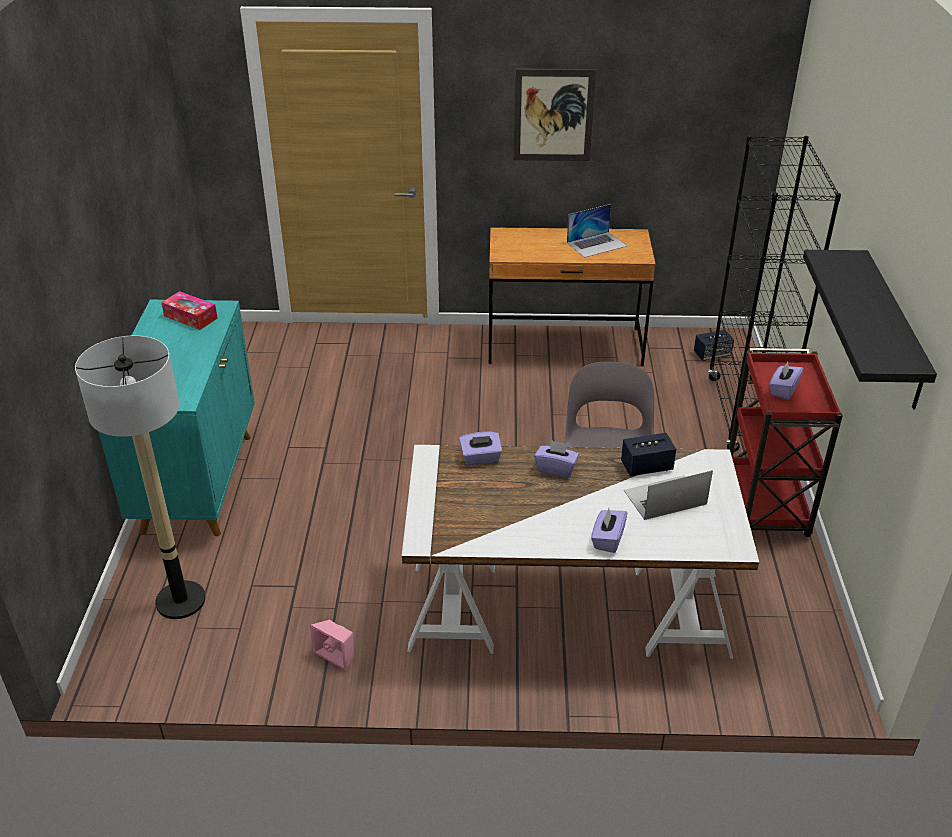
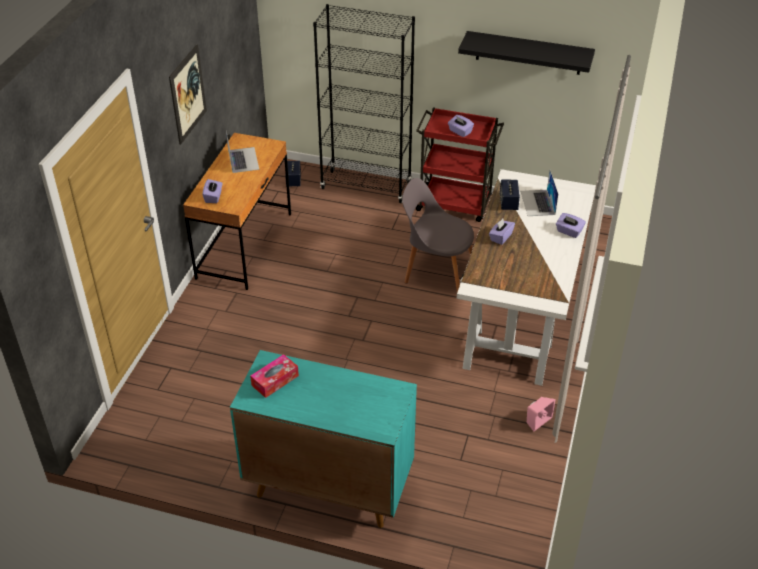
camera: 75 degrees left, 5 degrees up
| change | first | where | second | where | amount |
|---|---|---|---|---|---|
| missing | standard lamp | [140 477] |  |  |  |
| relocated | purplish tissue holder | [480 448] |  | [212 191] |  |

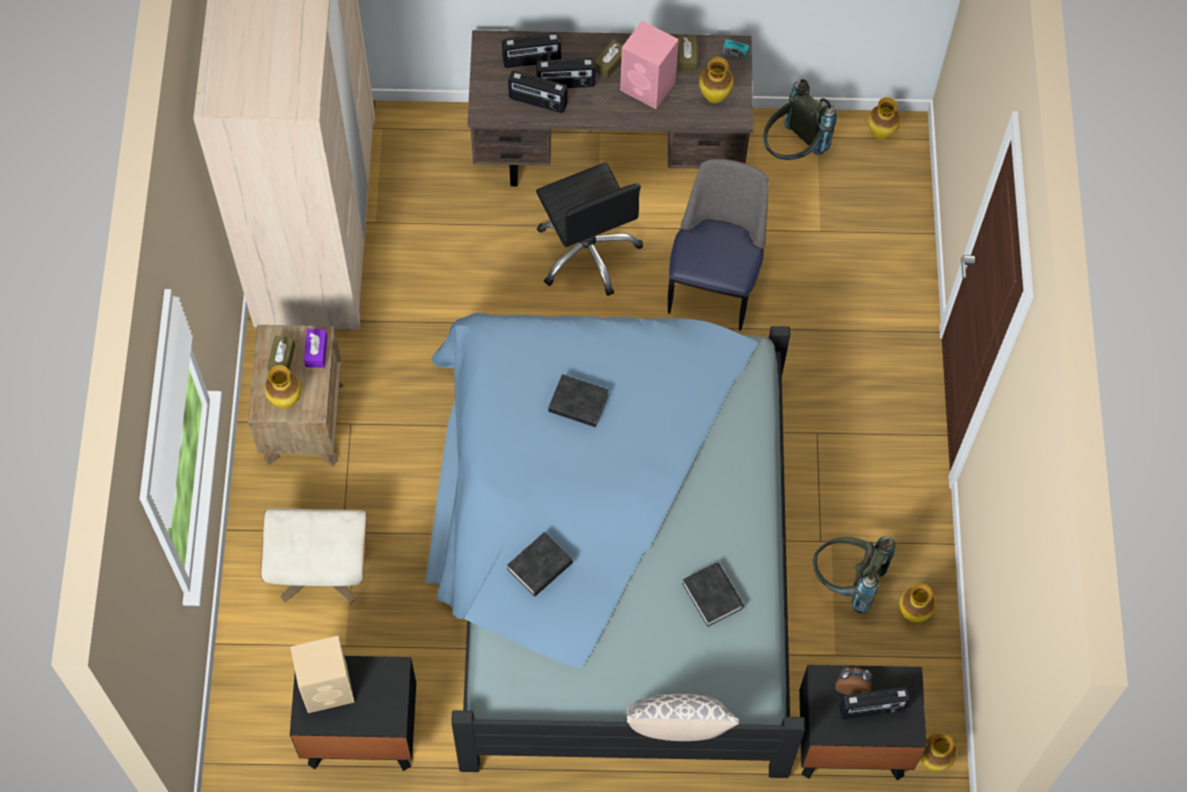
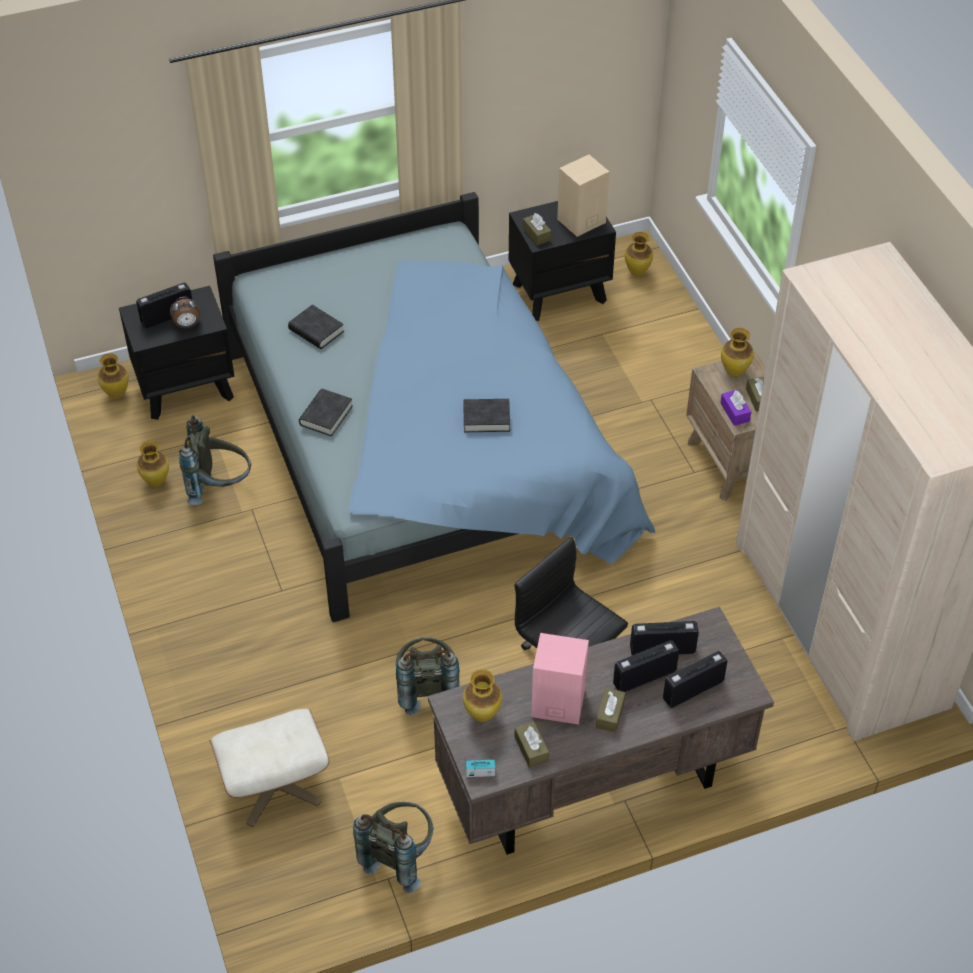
camera: 160 degrees right, 15 degrees down
| change | first | where | second | where | amount |
|---|---|---|---|---|---|
| relocated | vase | [884 118] |  | [639 254] |  |
| exchanged | plain chair | [718 245] | greyish rucksack | [428 676] |  |
| relocated | sand-coloured pouffe | [313 556] |  | [269 768] |  |
| relocated | black-coloured bound book | [540 564] |  | [326 412] |  |
| missing | pillow | [682 717] |  |  |  |
| appeared |  |  | brownish tissue holder | [537 229] |  |

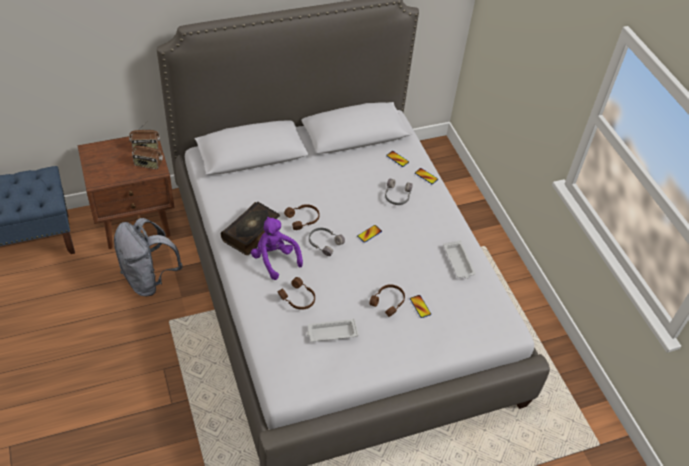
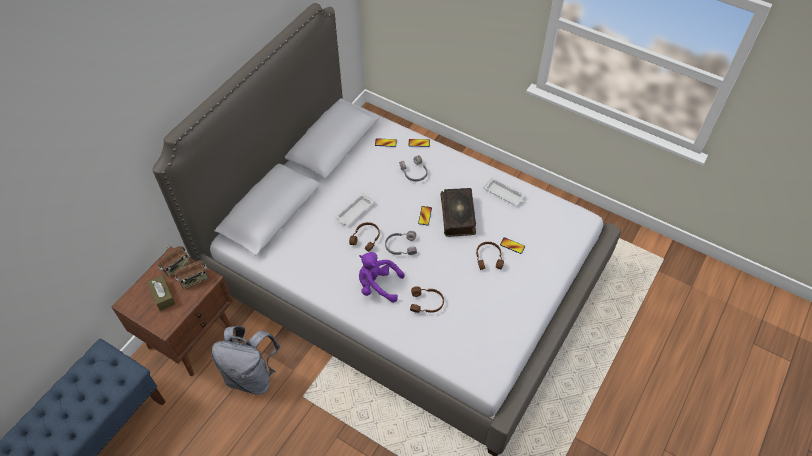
camera: 35 degrees left, 5 degrees up
| change | first | where | second | where | amount |
|---|---|---|---|---|---|
| relocated | bound book | [250 228] |  | [458 212] |  |
| relocated | white tray | [332 330] |  | [355 209] |  |
| appeared |  |  | brownish tissue holder | [161 293] |  |

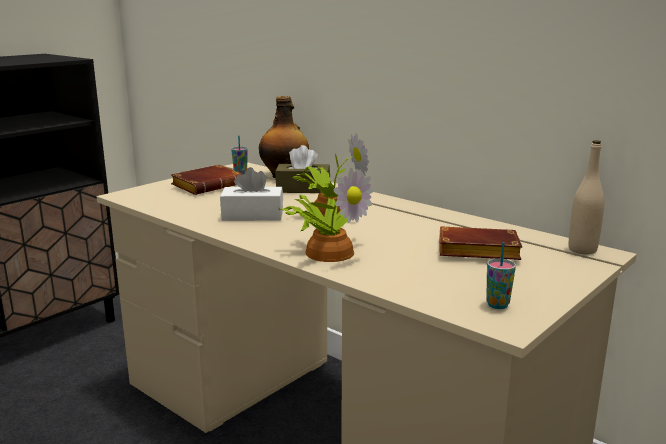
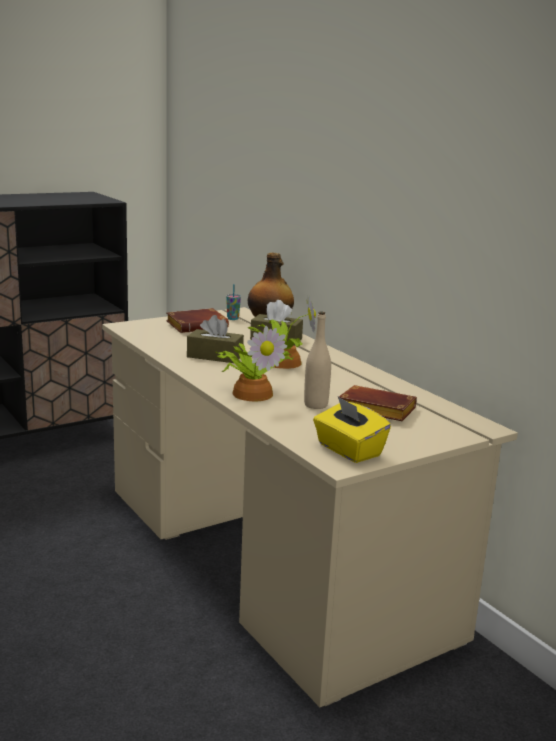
camera: 15 degrees right, 0 degrees up
| change | first | where | second | where | amount |
|---|---|---|---|---|---|
| relocated | sand-coloured beverage bottle | [586 197] |  | [317 360] |  |
| colour | white tissue holder | [251 194] | brownish tissue holder | [215 339] |  |
| exchanged | drinking cup | [501 275] | yellowish tissue holder | [352 429] |  |

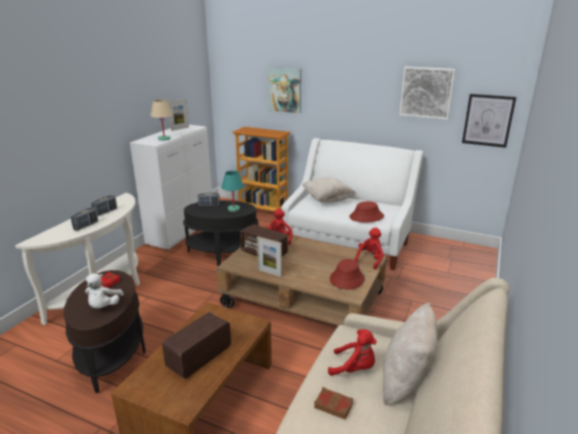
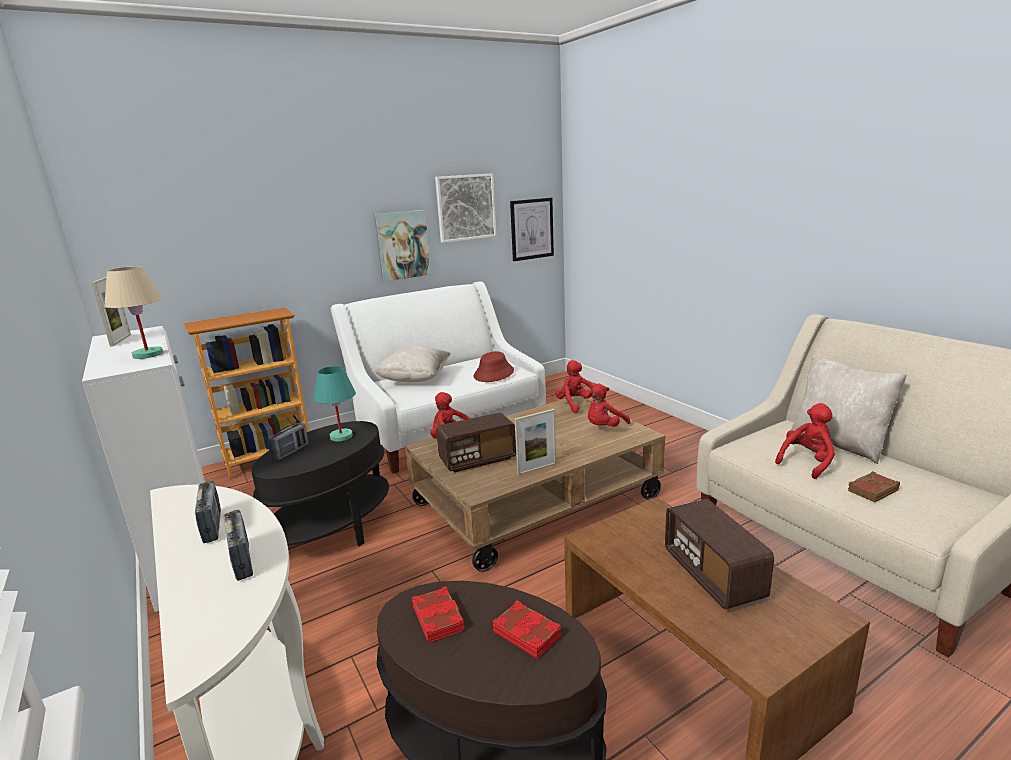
camera: 55 degrees left, 5 degrees down
| change | first | where | second | where | amount |
|---|---|---|---|---|---|
| relocated | wall picture | [284 90] |  | [402 246] |  |
| exchanged | red-coloured clothing hat | [347 274] | red-coloured plush toy | [609 405] |  |
| exchanged | white plush toy | [104 290] | red-coloured bound book | [527 629] |  |

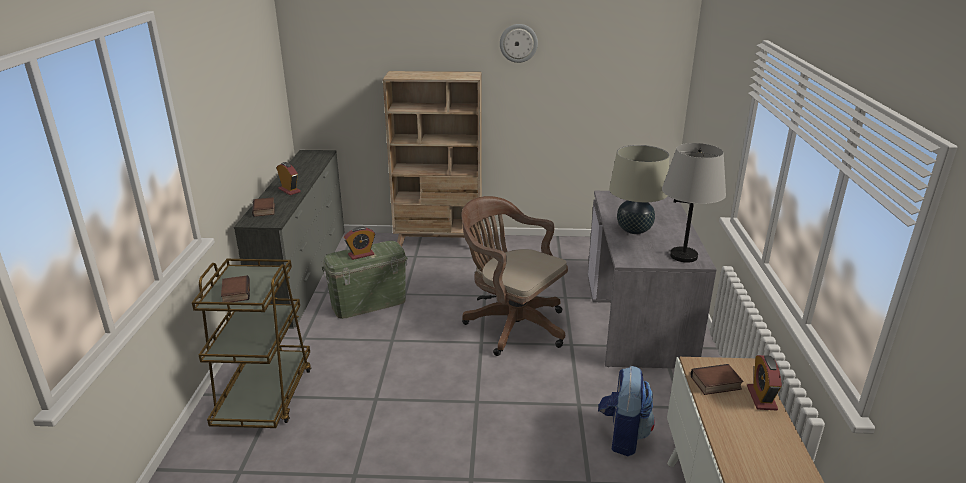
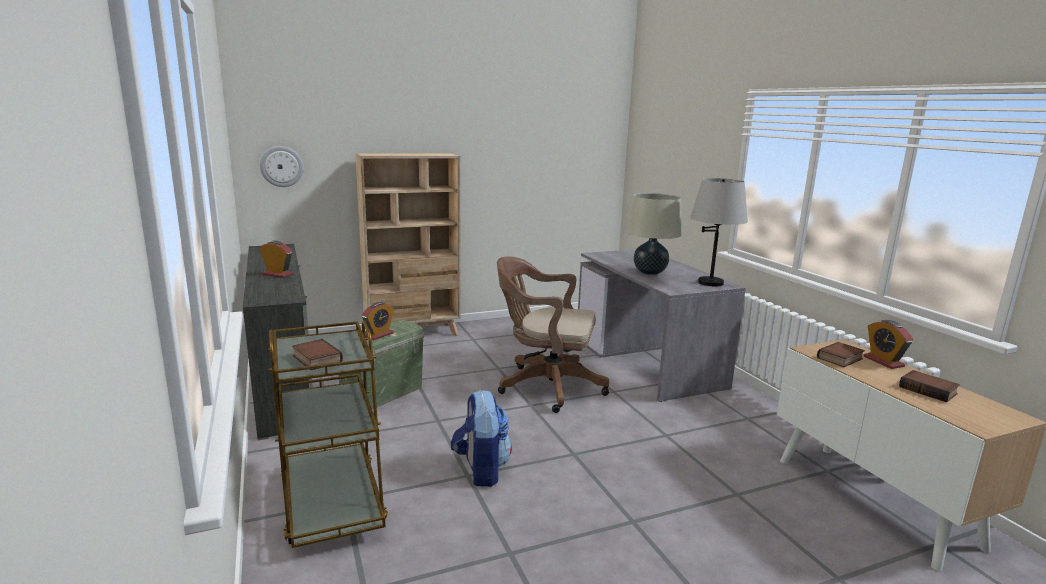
camera: 25 degrees left, 10 degrees down
| change | first | where | second | where | amount |
|---|---|---|---|---|---|
| relocated | wall clock | [519 43] |  | [282 166] |  |
| relocated | bound book | [263 207] |  | [929 386] |  |
| relocated | rucksack | [626 411] |  | [481 438] |  |

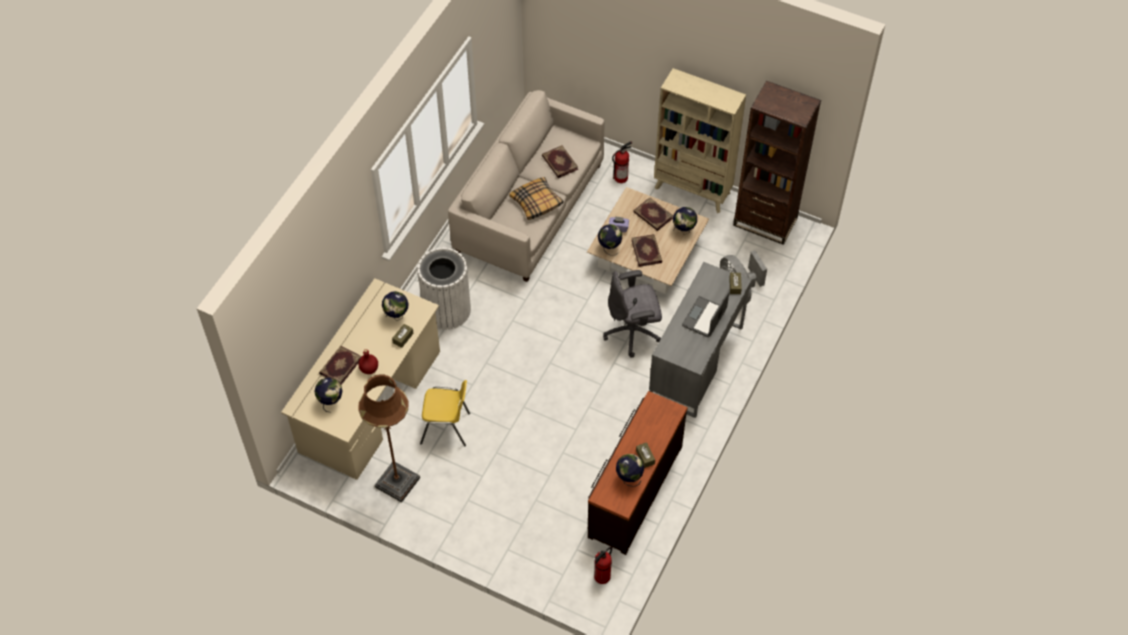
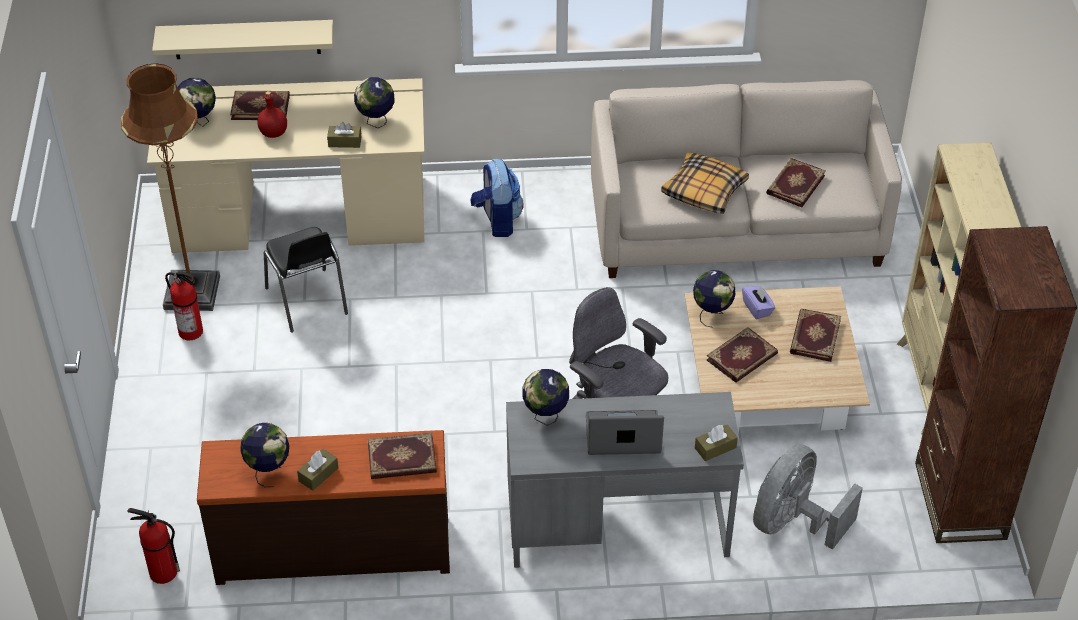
camera: 60 degrees right, 10 degrees down
| change | first | where | second | where | amount |
|---|---|---|---|---|---|
| relocated | fire-fighting cylinder | [622 162] |  | [184 305] |  |
| relocated | globe | [685 221] |  | [545 397] |  |
| exchanged | white rubbish bin | [444 288] | rucksack | [497 198] |  |
| colour | yellowish plain chair | [445 413] | black-coloured plain chair | [306 280] |  |
| appeared |  |  | sand-coloured wall shelf | [242 39] |  |
| appeared |  |  | bound book | [402 456] |  |

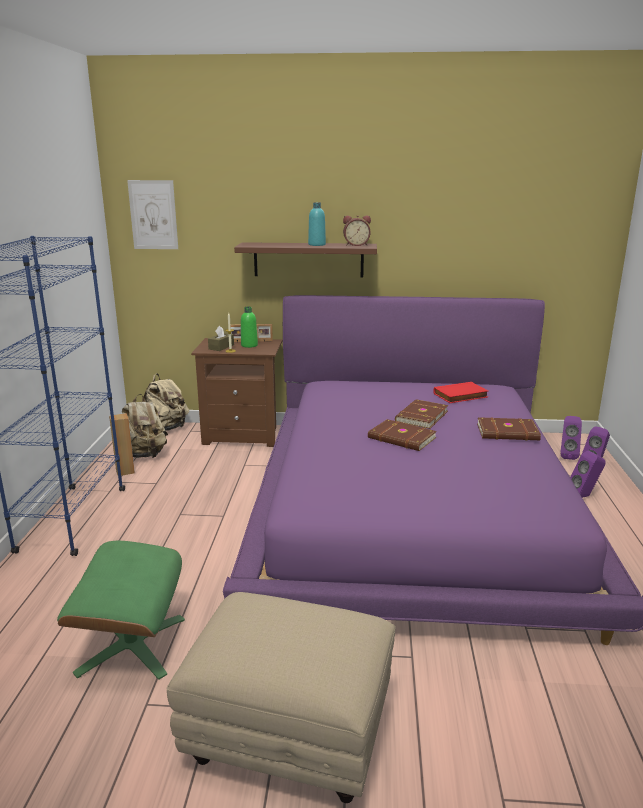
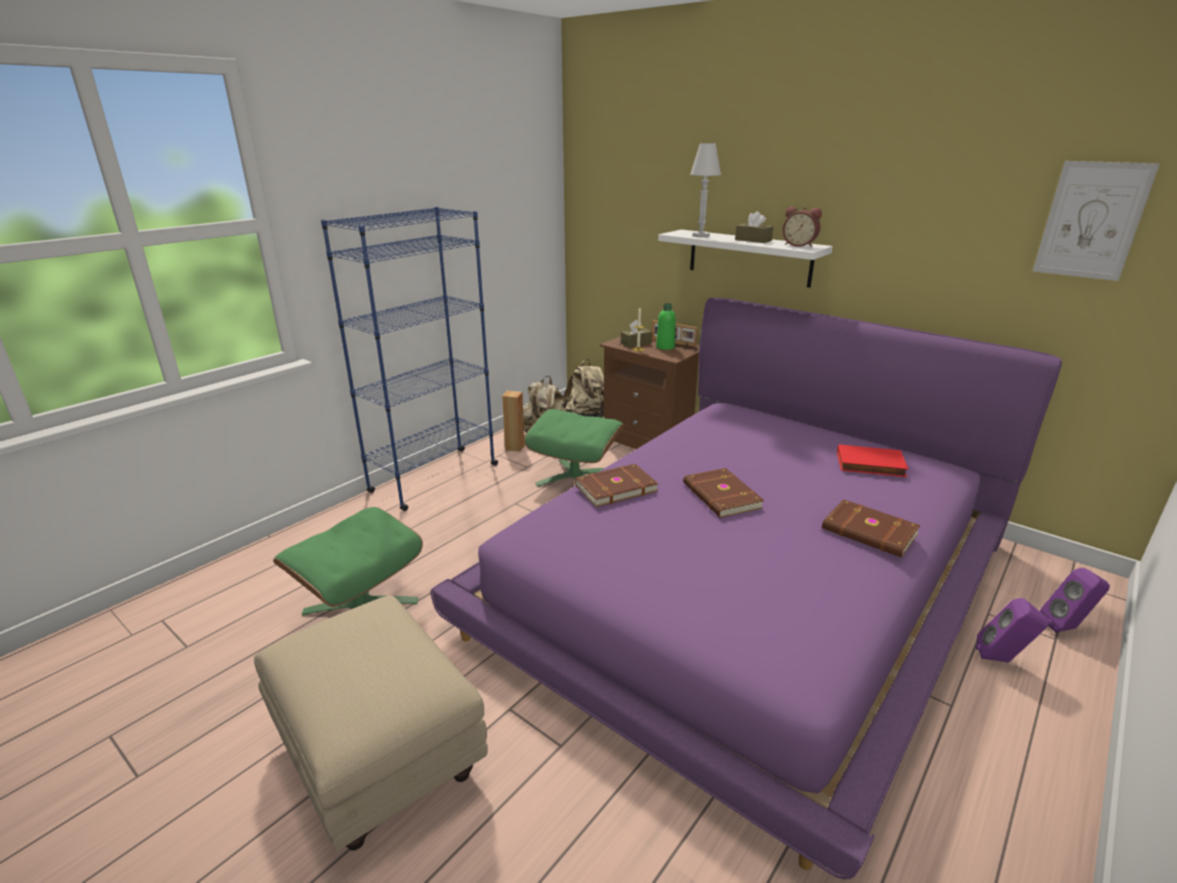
camera: 35 degrees right, 5 degrees up
| change | first | where | second | where | amount |
|---|---|---|---|---|---|
| relocated | wall picture | [152 214] |  | [1096 221] |  |
| exchanged | turquoise beverage bottle | [317 224] | brownish tissue holder | [754 227] |  |
| colour | brownish wall shelf | [305 260] | white wall shelf | [745 258] |  |
| relocated | brownish bound book | [421 414] |  | [617 485] |  |
| missing | purplish loudspeaker | [571 438] |  |  |  |
| appeared |  |  | white lamp for a table | [705 190] |  |
| appeared |  |  | greenish pouffe | [574 448] |  |

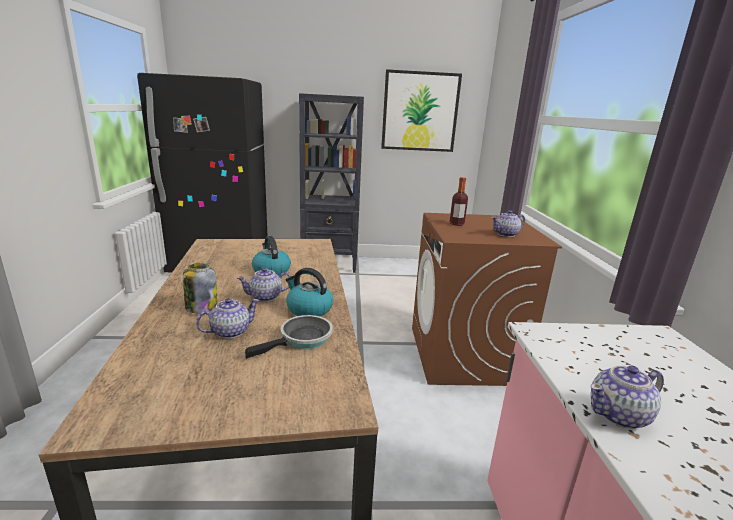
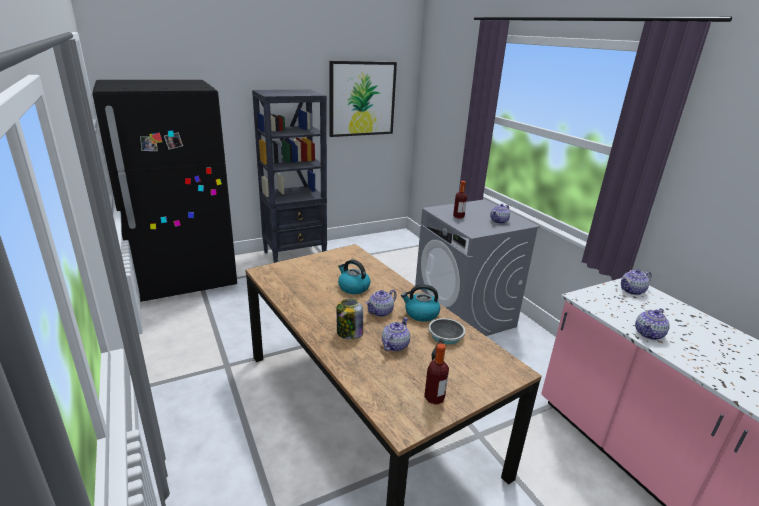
camera: 25 degrees left, 5 degrees up
| change | first | where | second | where | amount |
|---|---|---|---|---|---|
| colour | brownish laundry machine | [487 299] | greyish laundry machine | [477 267] |  |
| appeared |  |  | teapot | [636 282] |  |
| appeared |  |  | beverage bottle | [436 374] |  |

